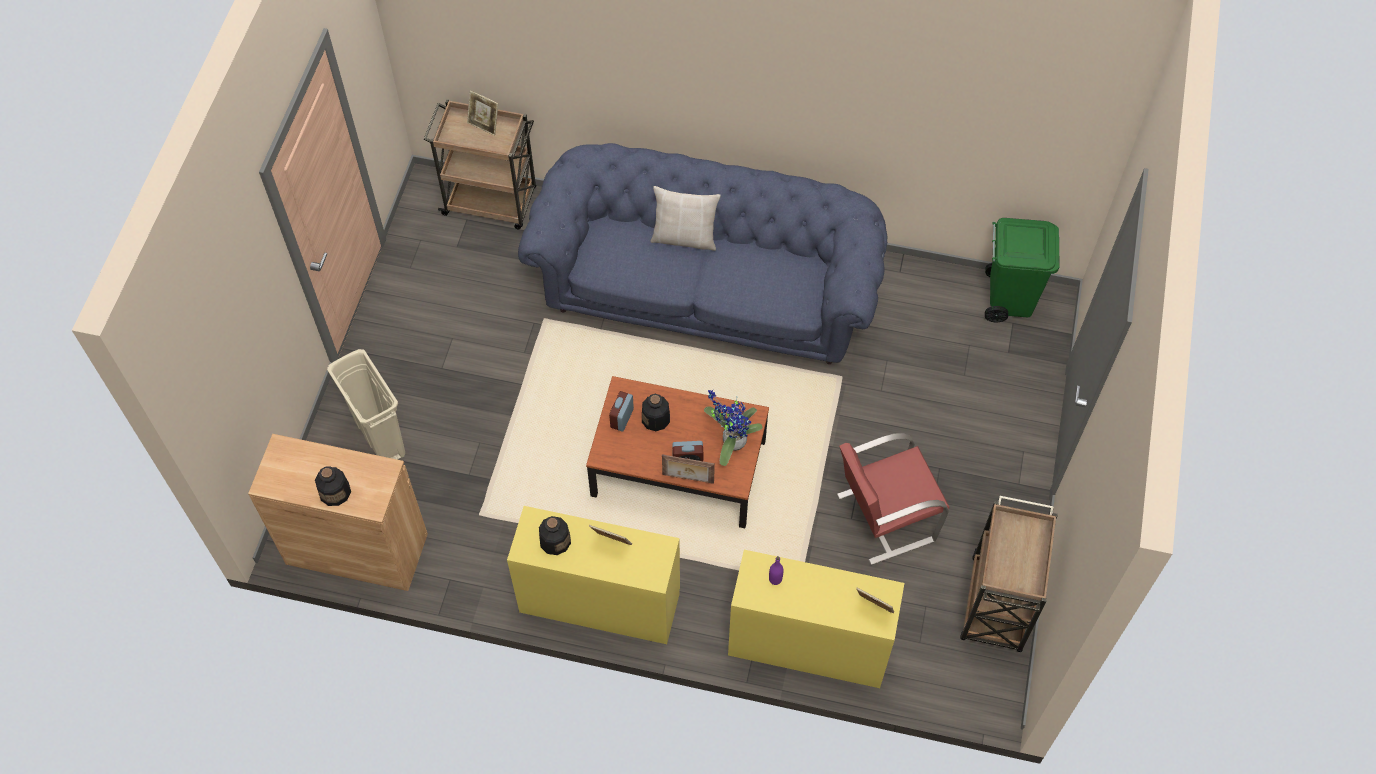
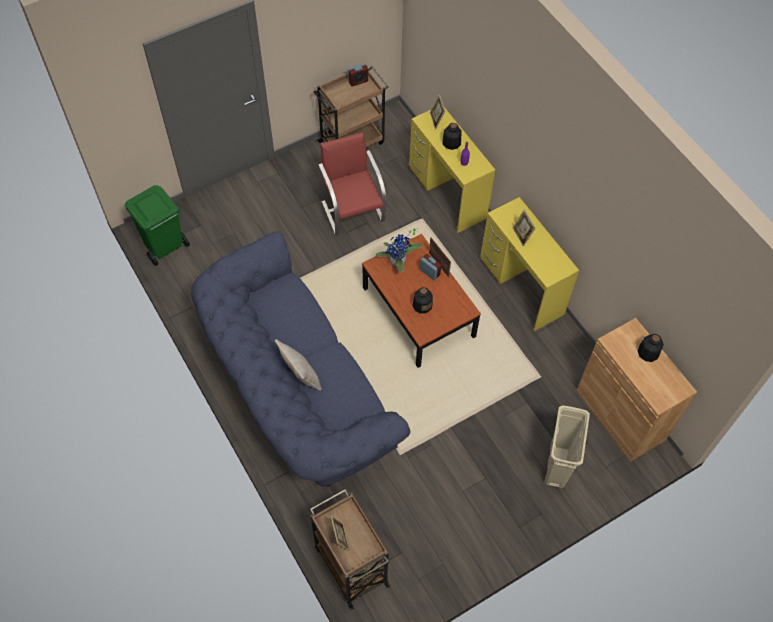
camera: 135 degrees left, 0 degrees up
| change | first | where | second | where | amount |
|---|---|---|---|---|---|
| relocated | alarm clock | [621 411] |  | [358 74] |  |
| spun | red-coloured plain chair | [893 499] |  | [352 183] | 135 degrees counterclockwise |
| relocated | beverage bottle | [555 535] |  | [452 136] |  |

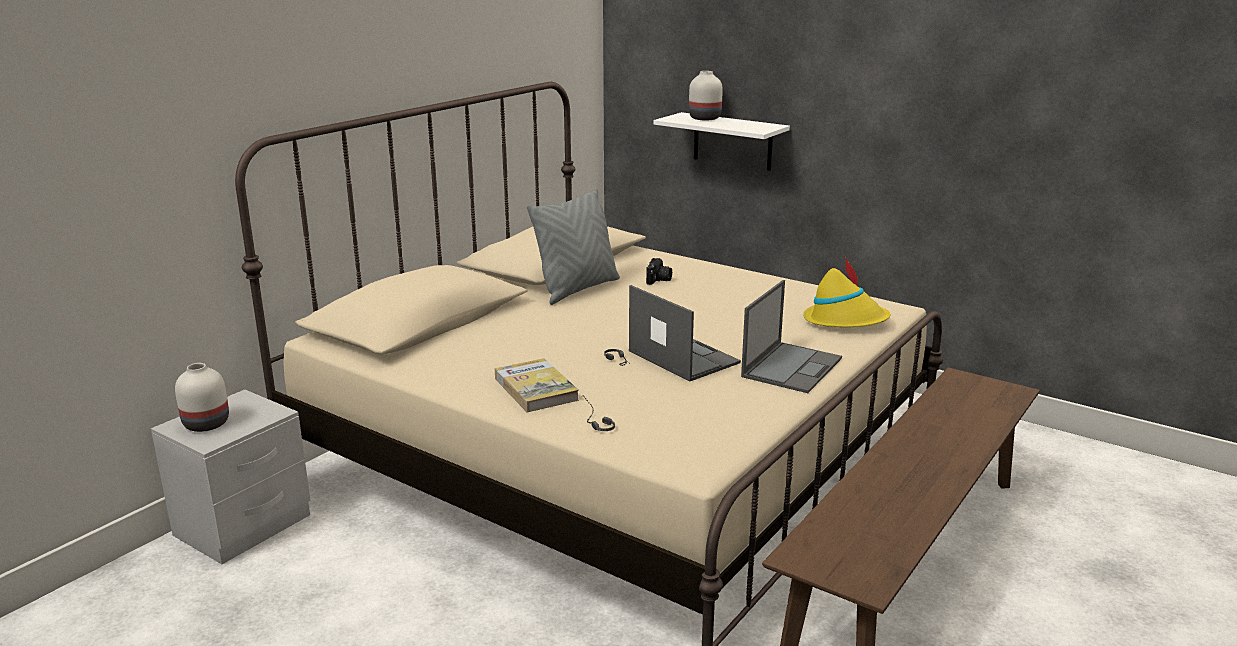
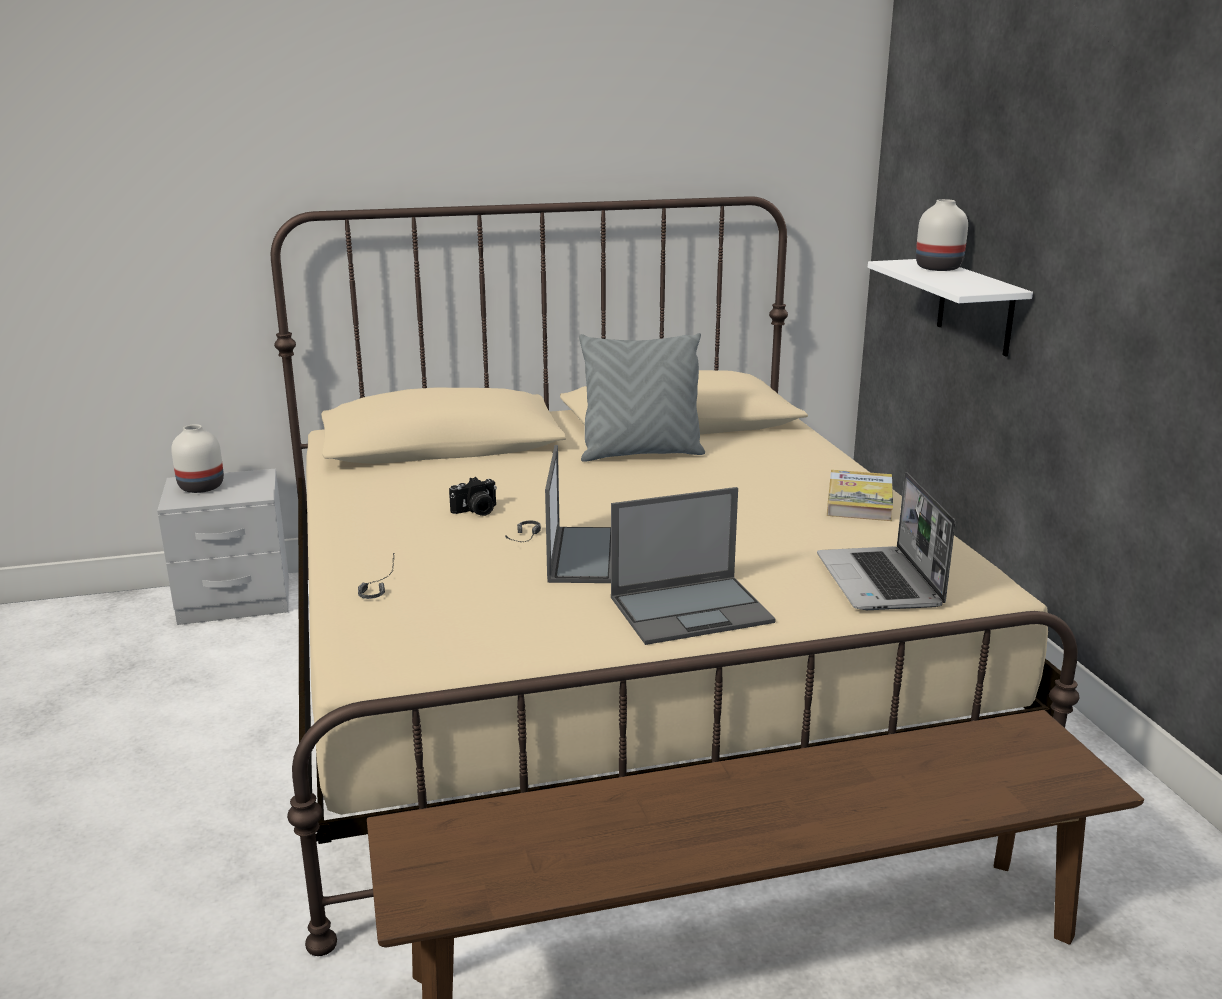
camera: 40 degrees right, 0 degrees up
| change | first | where | second | where | amount |
|---|---|---|---|---|---|
| exchanged | yellowish clothing hat | [847 292] | portable computer | [886 541] |  |
| relocated | still camera | [659 271] |  | [473 496] |  |
| relocated | bound book | [537 385] |  | [860 495] |  |

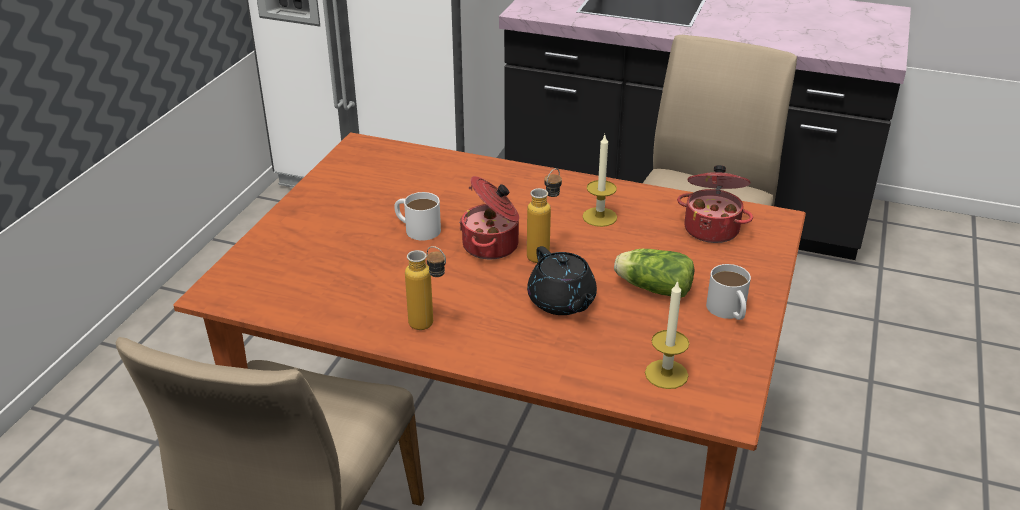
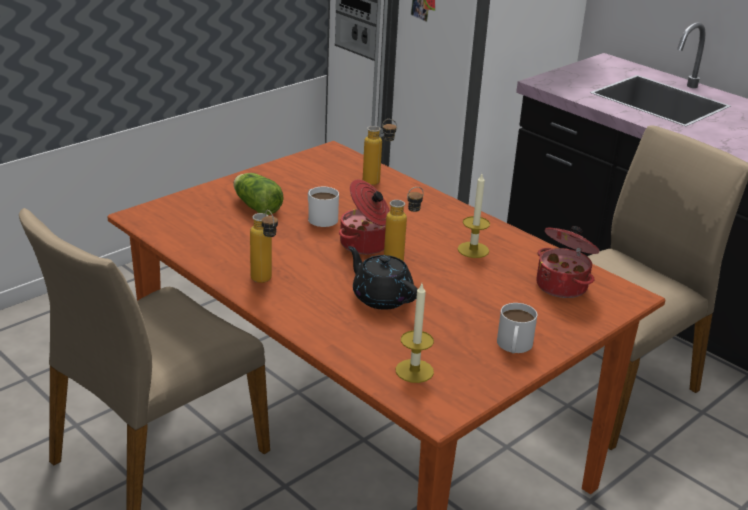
camera: 25 degrees right, 5 degrees down
| change | first | where | second | where | amount |
|---|---|---|---|---|---|
| spun | black-coloured teapot | [562 280] |  | [383 278] | 135 degrees clockwise |
| relocated | head of lettuce | [654 273] |  | [258 194] |  |
| appeared |  |  | beverage bottle | [380 152] |  |

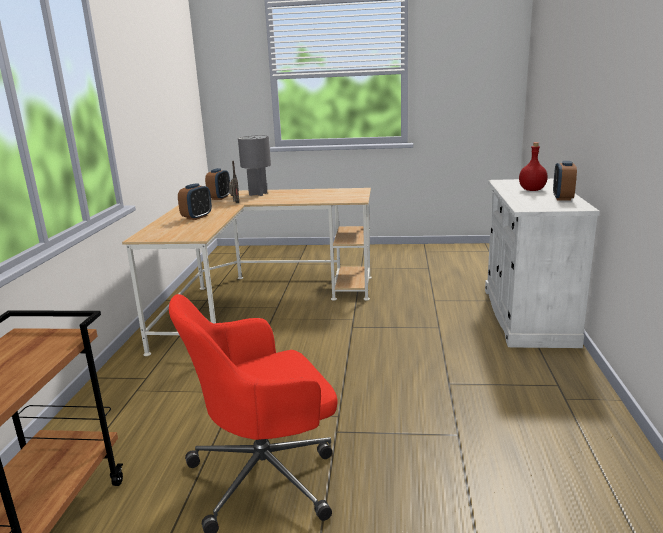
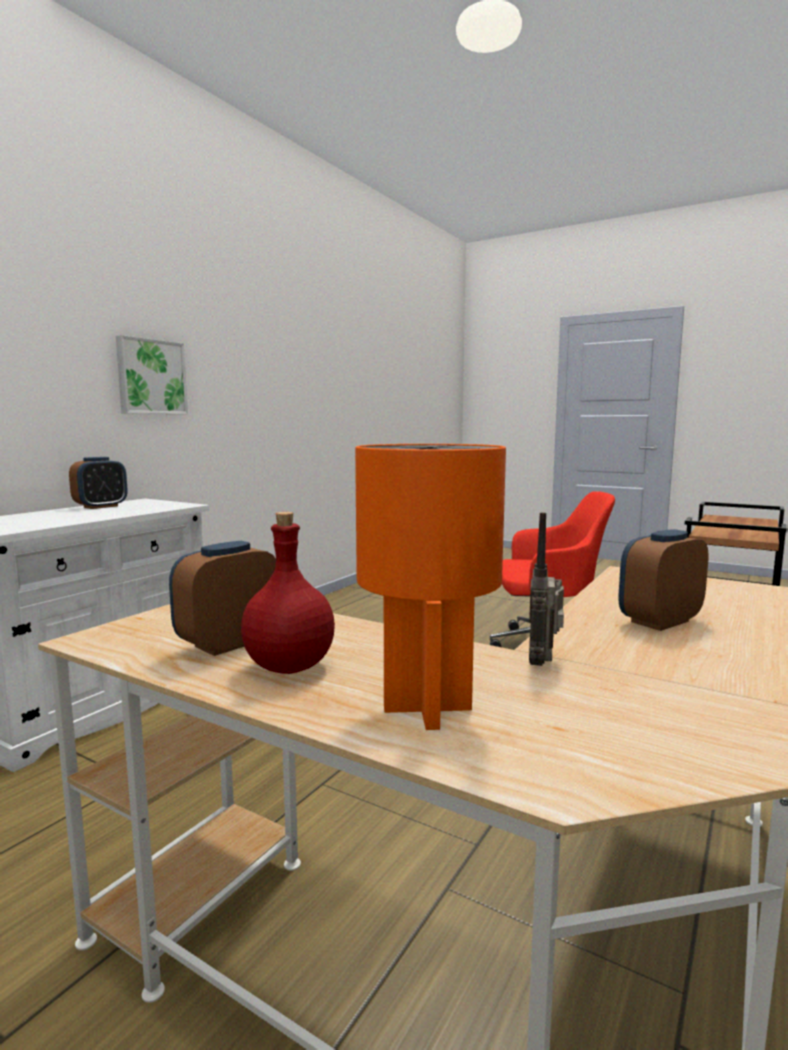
camera: 155 degrees left, 10 degrees down
| change | first | where | second | where | amount |
|---|---|---|---|---|---|
| colour | greyish lamp for a table | [254 165] | orange-coloured lamp for a table | [430 587] |  |
| relocated | red-coloured beverage bottle | [533 166] |  | [288 593] |  |
| relocated | alarm clock | [217 184] |  | [222 598] |  |
| appeared |  |  | wall picture | [152 374] |  |

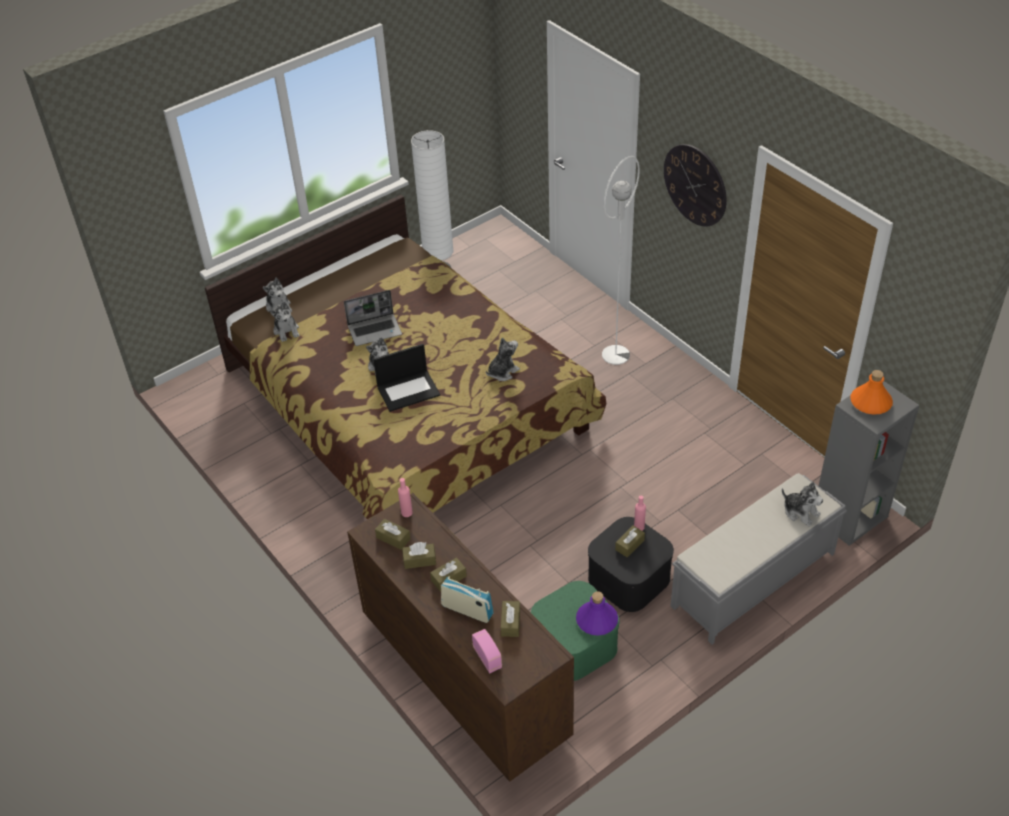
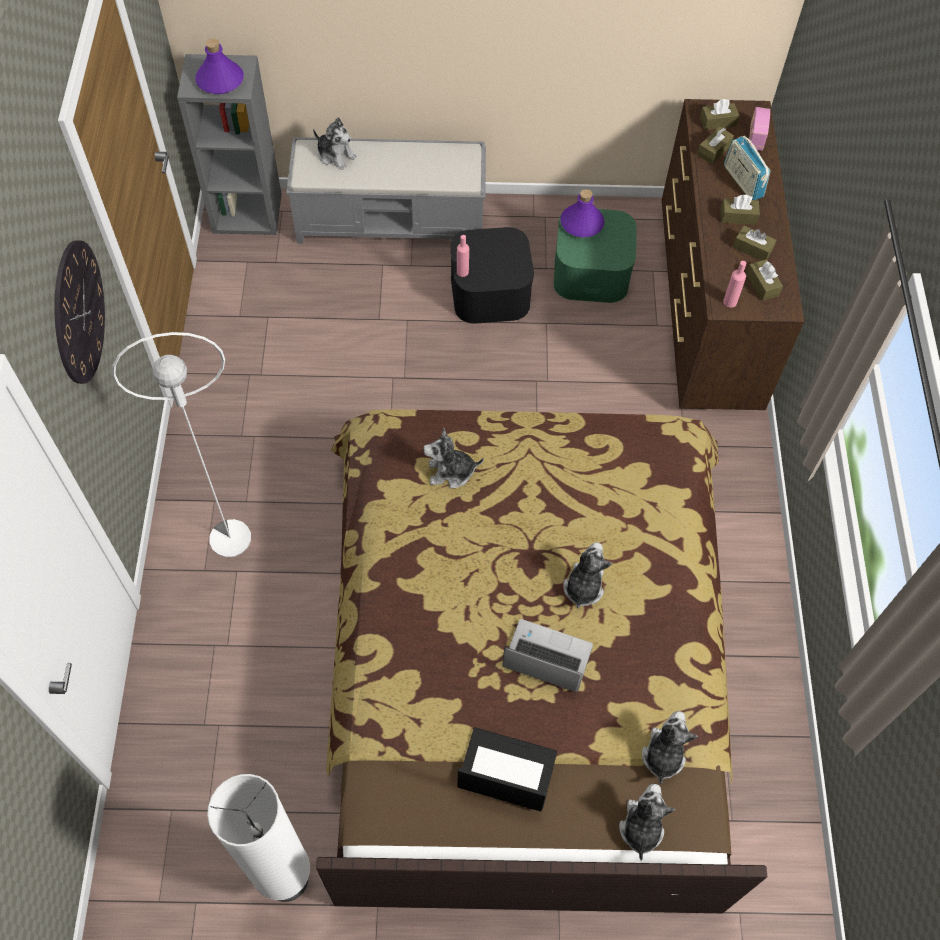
camera: 145 degrees left, 15 degrees up
| change | first | where | second | where | amount |
|---|---|---|---|---|---|
| relocated | portable computer | [406 378] |  | [507 769] |  |
| colour | orange-coloured beverage bottle | [871 392] | purplish beverage bottle | [219 66] |  |
| spun | plush toy | [802 504] |  | [335 143] | 135 degrees clockwise |
| relocated | brownish tissue holder | [630 541] |  | [719 114] |  |

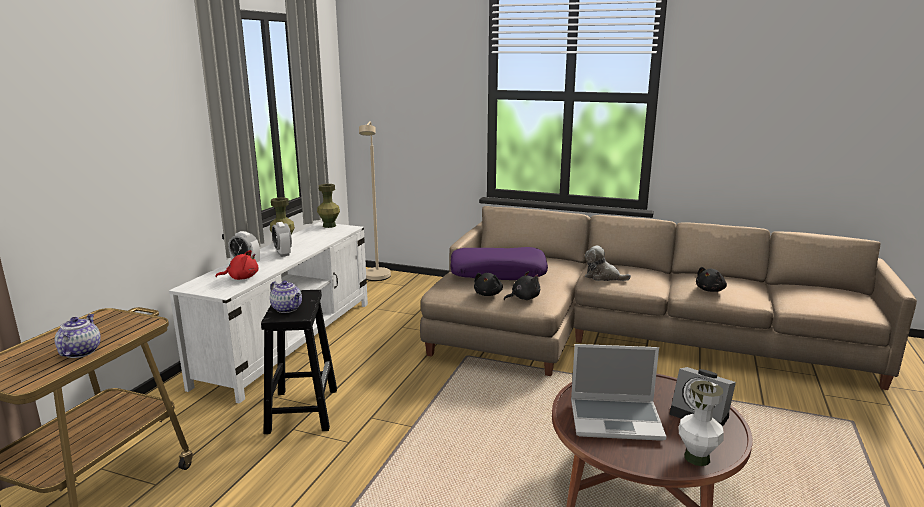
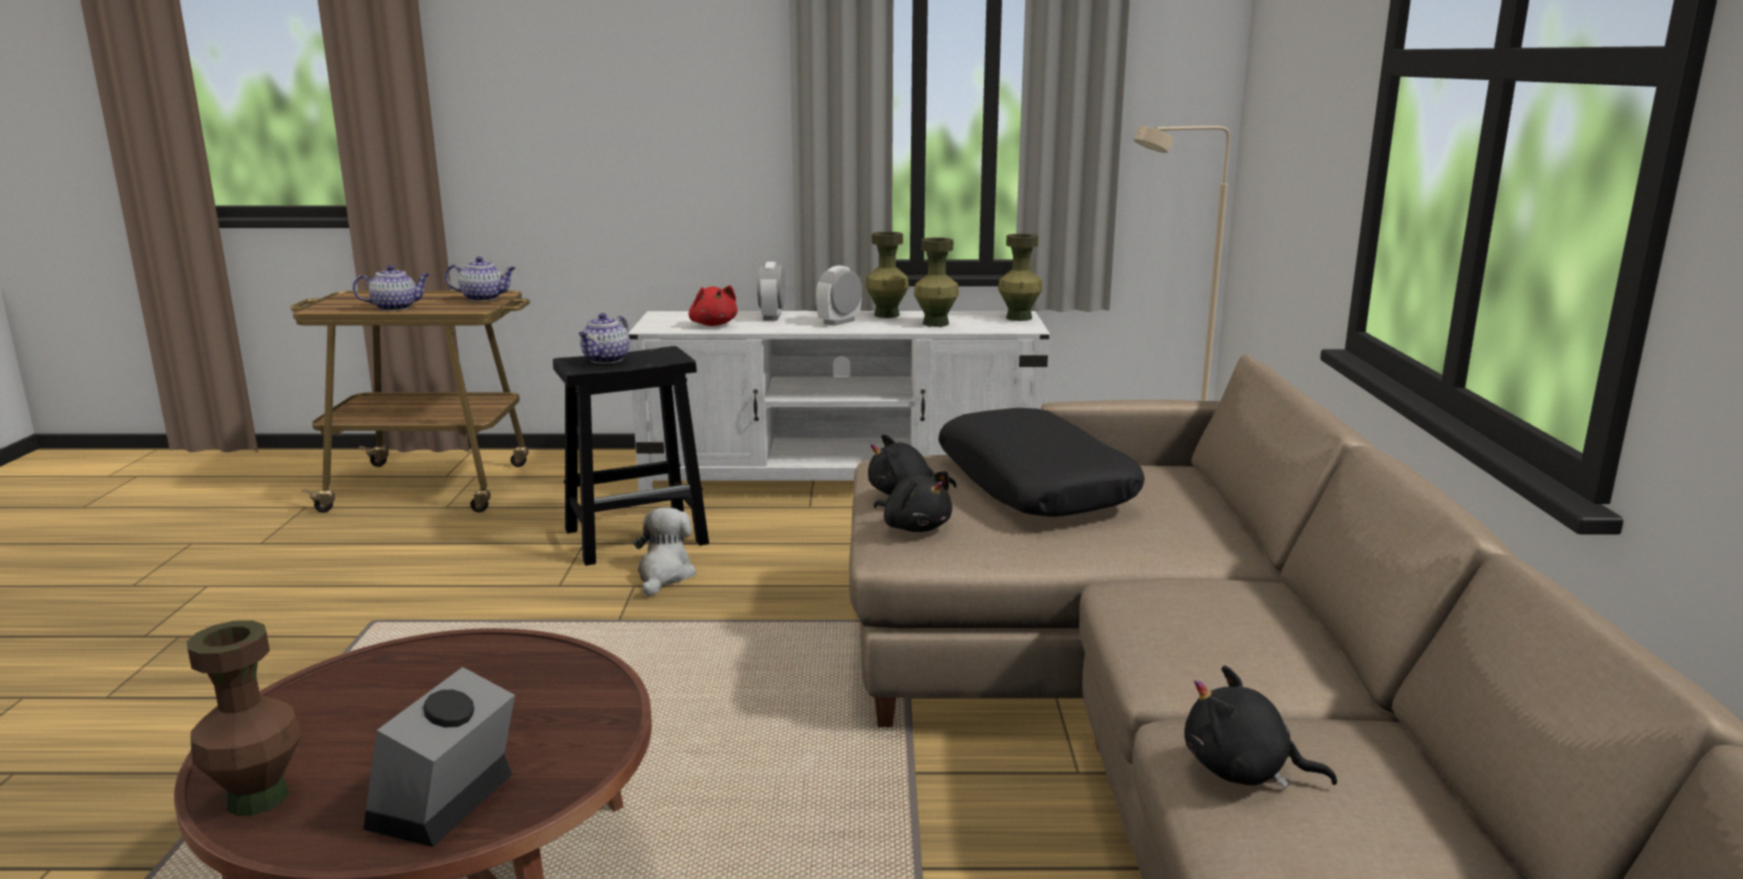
camera: 70 degrees right, 0 degrees up
| change | first | where | second | where | amount |
|---|---|---|---|---|---|
| relocated | plush toy | [608 263] |  | [664 551] |  |
| colour | purplish pillow | [499 263] | black-coloured pillow | [1041 462] |  |
| missing | portable computer | [619 392] |  |  |  |
| colour | white vase | [701 423] | brownish vase | [244 718] |  |
| appeared |  |  | greenish vase | [936 282] |  |
| appeared |  |  | teapot | [480 279] |  |

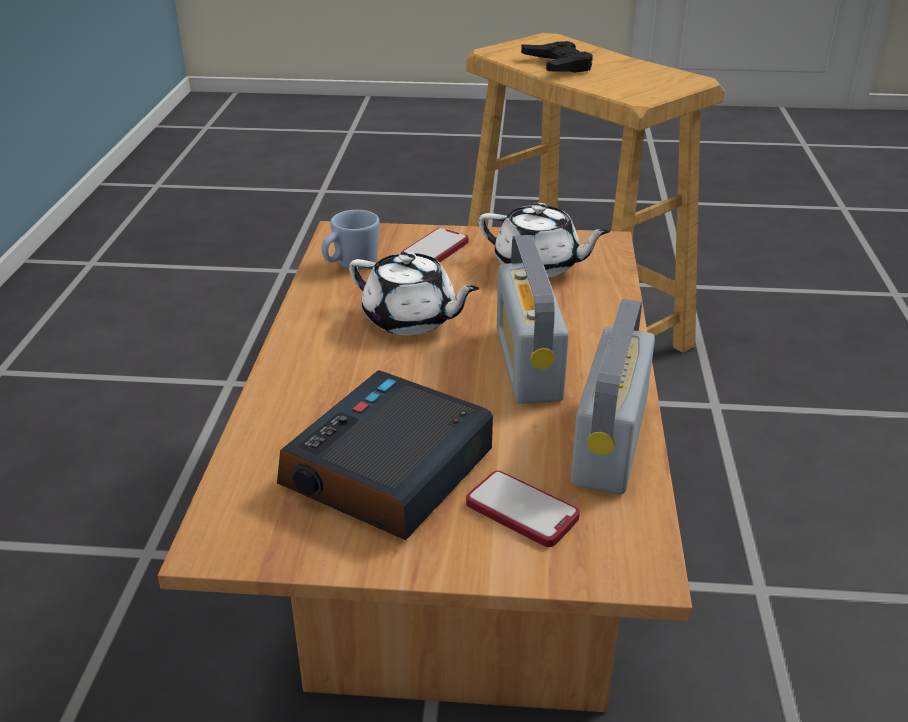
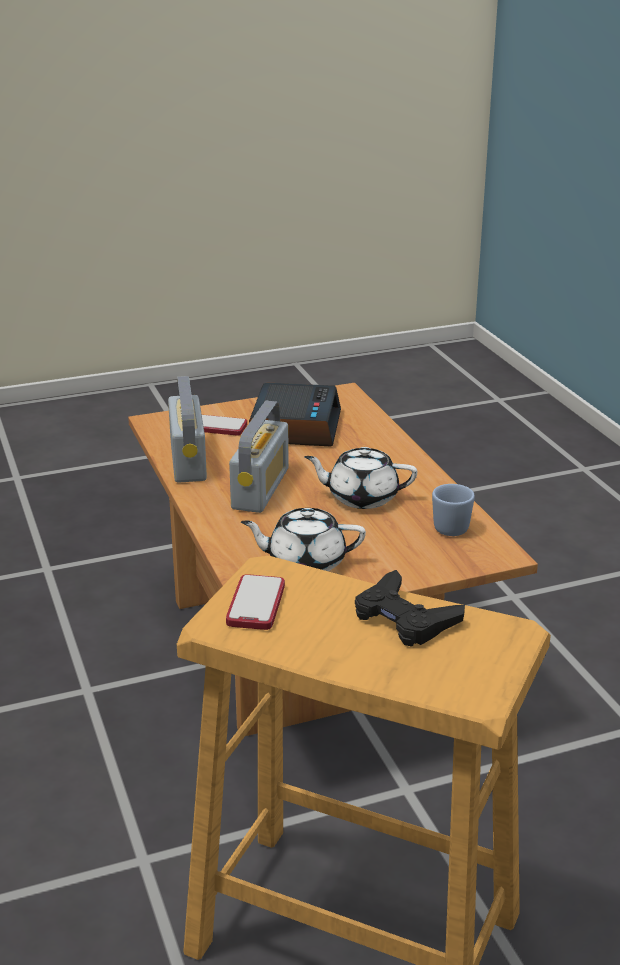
camera: 155 degrees right, 5 degrees down
| change | first | where | second | where | amount |
|---|---|---|---|---|---|
| relocated | handset | [434 245] |  | [255 602] |  |
| spun | radio | [533 319] |  | [259 457] | 45 degrees clockwise |

